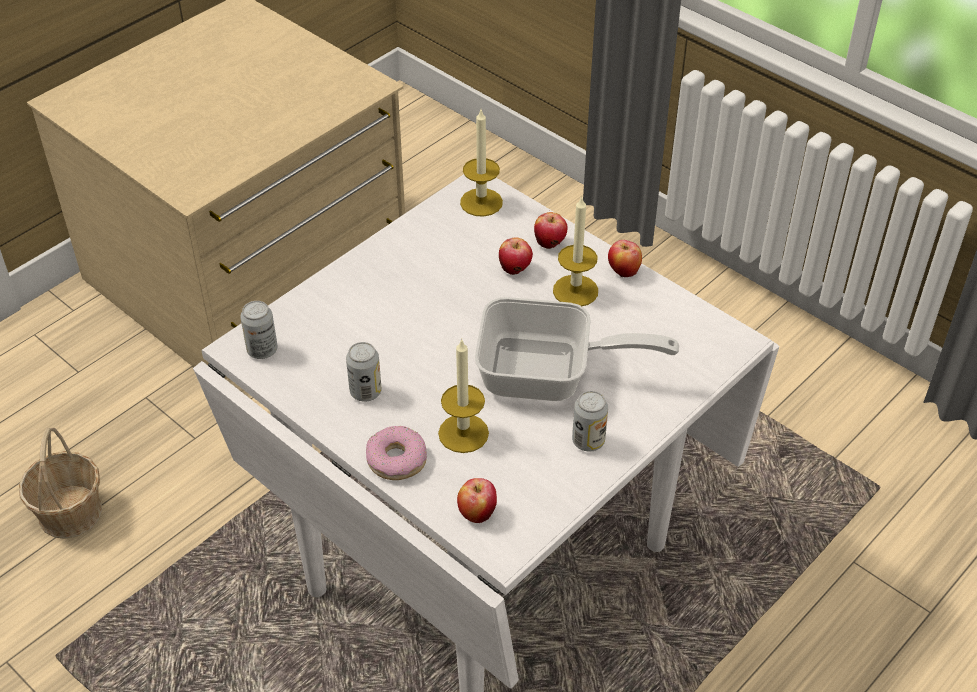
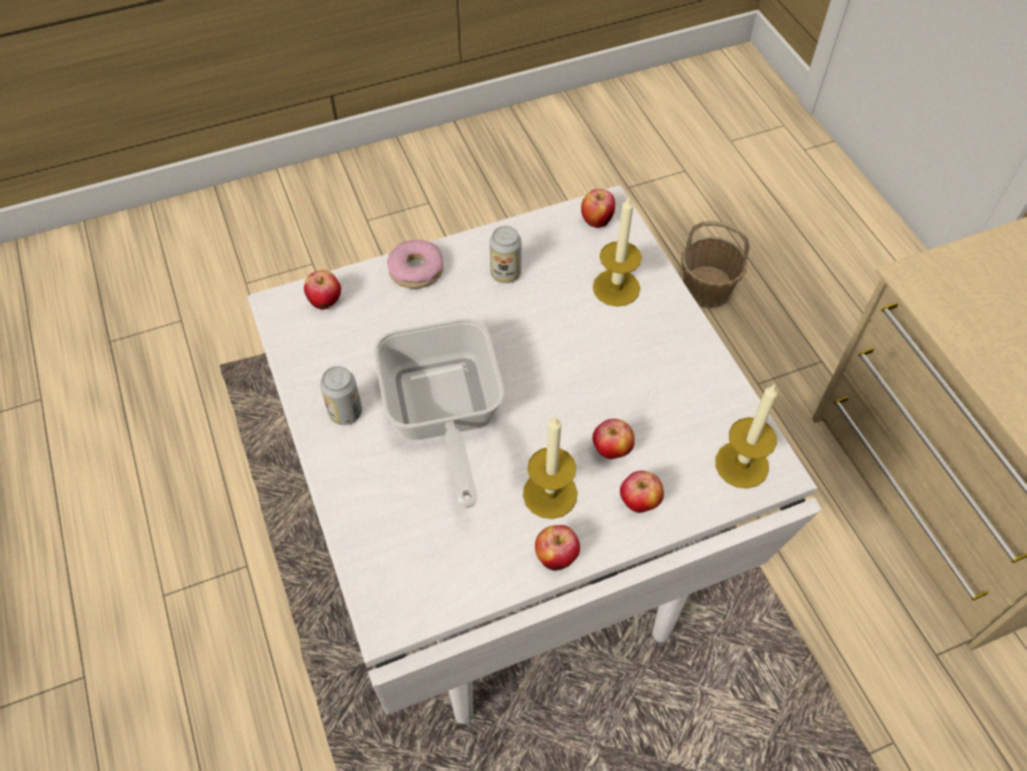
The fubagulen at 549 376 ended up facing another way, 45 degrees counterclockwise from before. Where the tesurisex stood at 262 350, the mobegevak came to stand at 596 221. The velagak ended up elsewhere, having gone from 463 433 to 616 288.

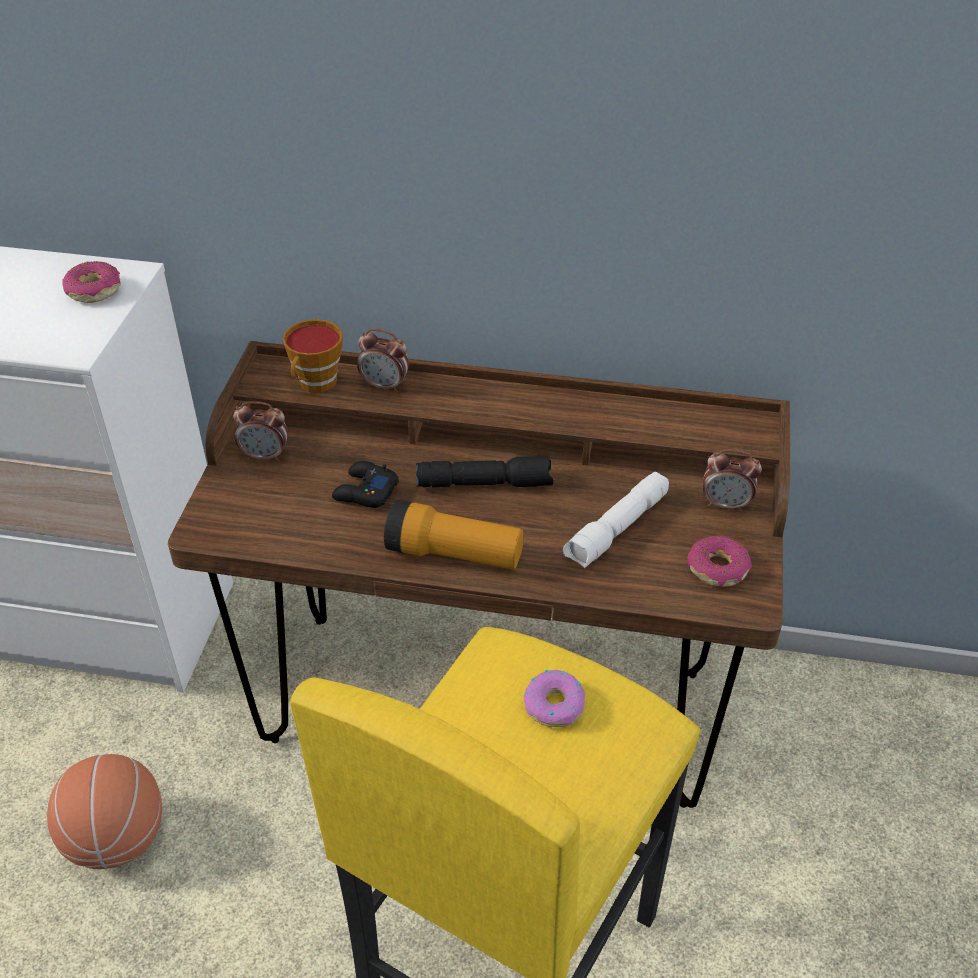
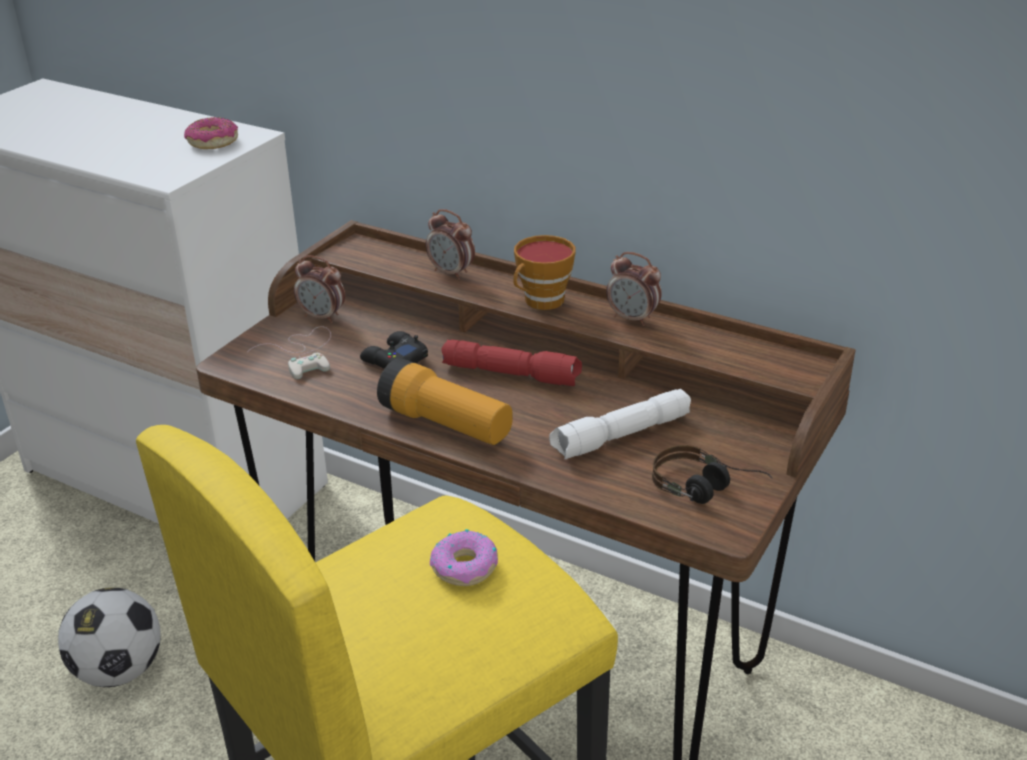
The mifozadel ended up elsewhere, having gone from 316 384 to 541 302. The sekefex ended up elsewhere, having gone from 726 504 to 632 318. What was the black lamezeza at 485 482 turned into the red lamezeza at 512 374. Where the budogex stood at 718 569, the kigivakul came to stand at 708 490. Where the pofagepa stood at 117 838, the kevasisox came to stand at 119 670. The second view gained the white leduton at 303 353.

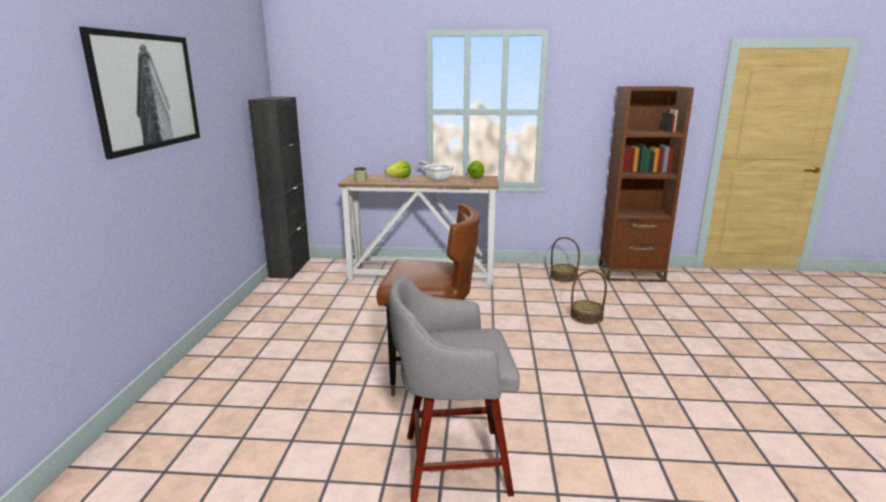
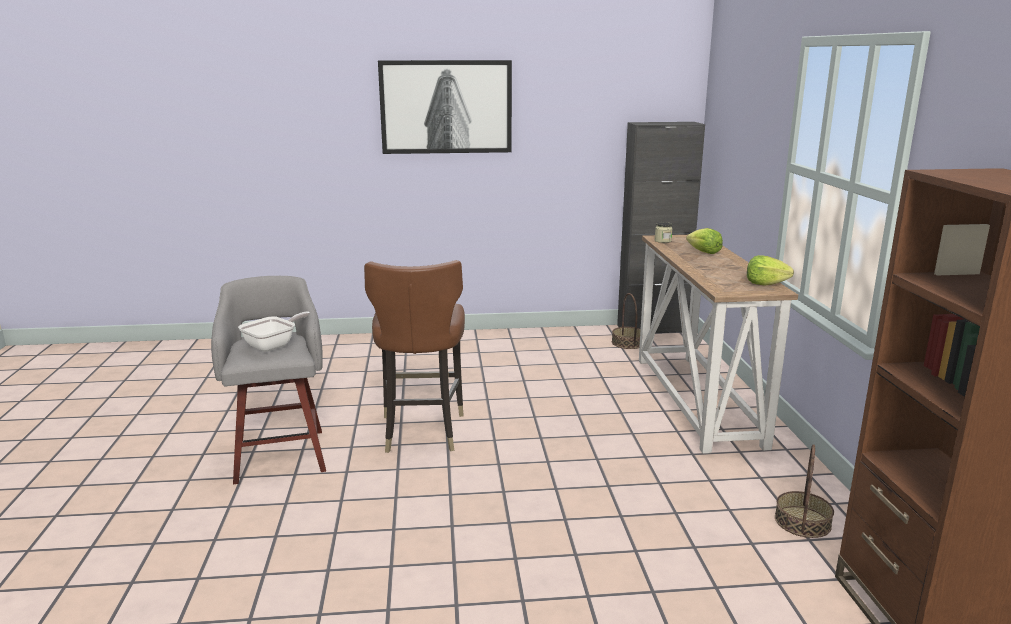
The fubagulen ended up elsewhere, having gone from 436 178 to 274 345. The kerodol ended up elsewhere, having gone from 586 317 to 628 343.

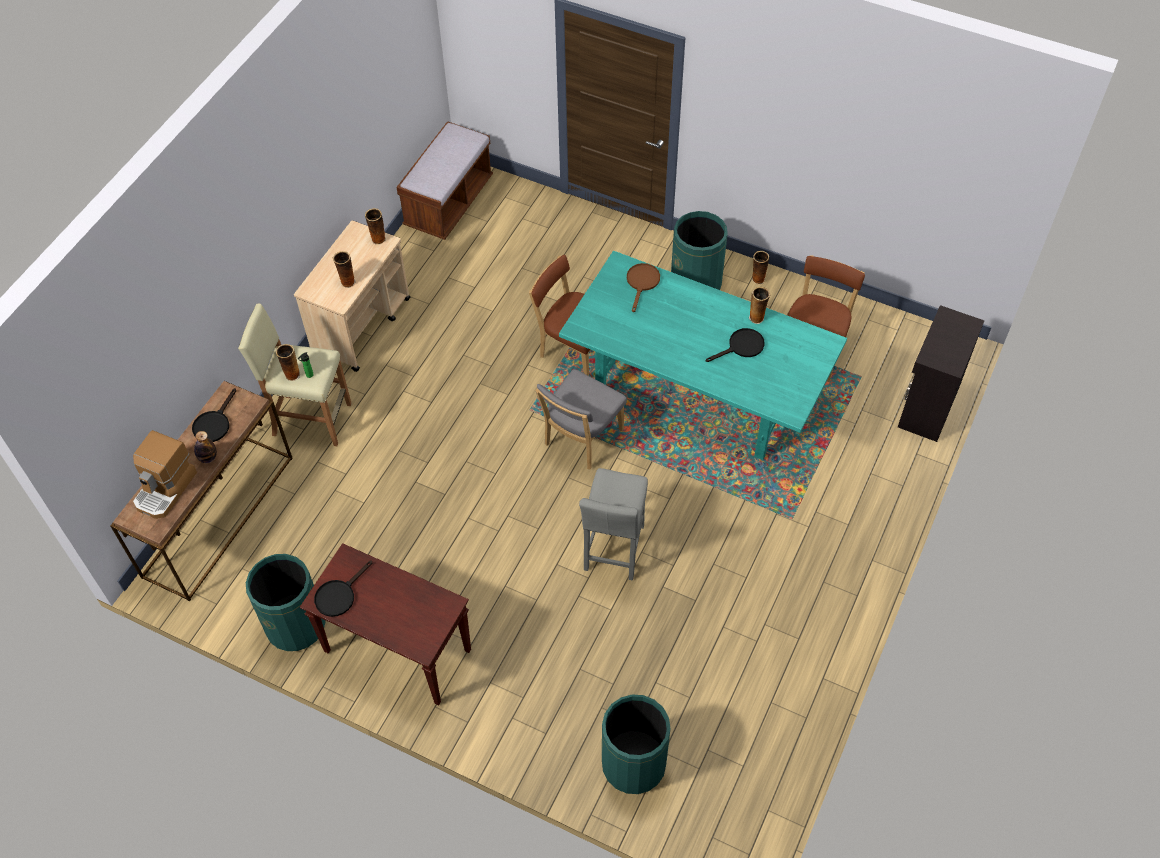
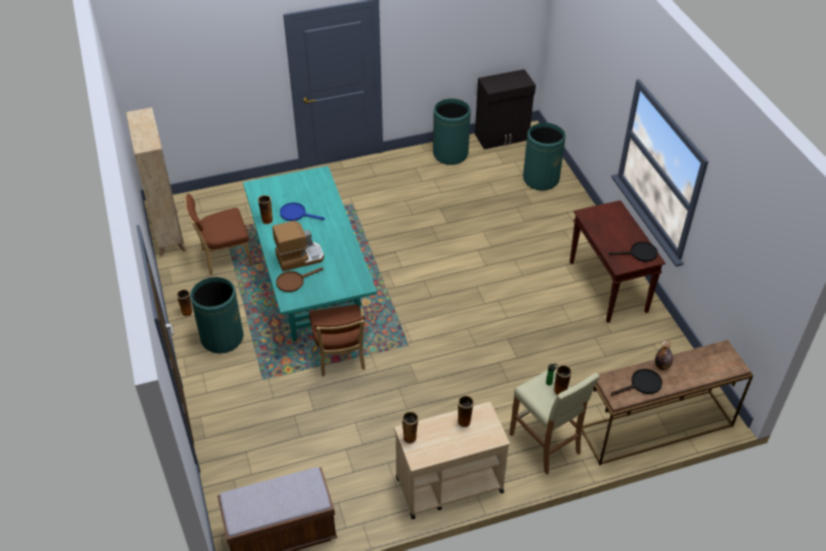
The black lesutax ended up elsewhere, having gone from 927 406 to 502 137. What was the black fubagulen at 741 347 turned into the blue fubagulen at 296 214. The second view lost the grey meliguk at 581 439. The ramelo ended up elsewhere, having gone from 166 489 to 299 257. The second view lost the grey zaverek at 613 552. The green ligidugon ended up elsewhere, having gone from 296 625 to 450 154. The second view gained the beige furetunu at 169 233.

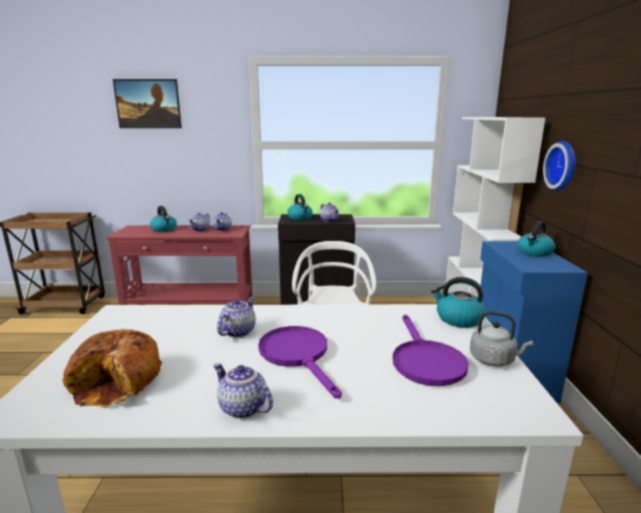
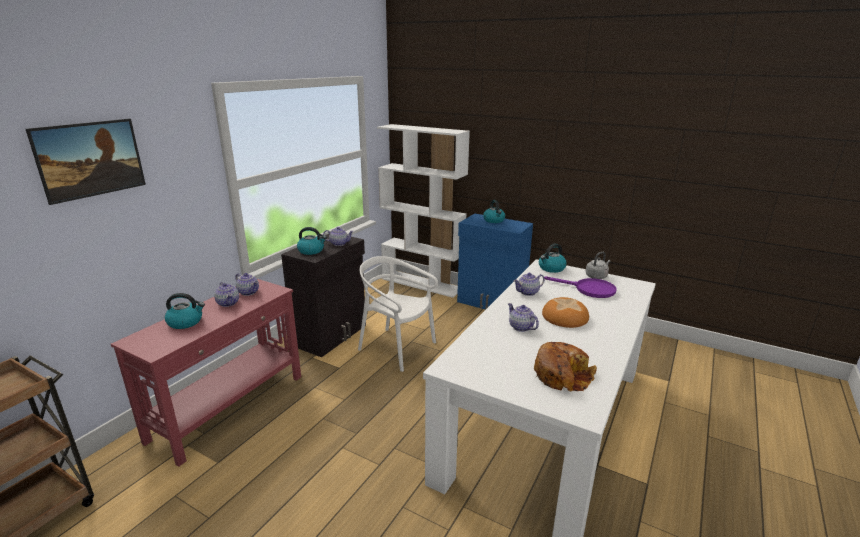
The second view lost the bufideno at 563 166. Where the purple fubagulen stood at 298 355, the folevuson came to stand at 564 316. The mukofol ended up elsewhere, having gone from 242 408 to 528 293.

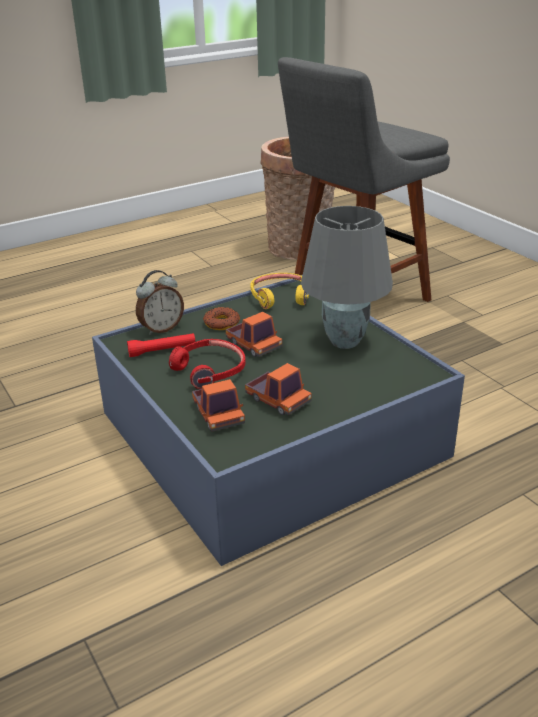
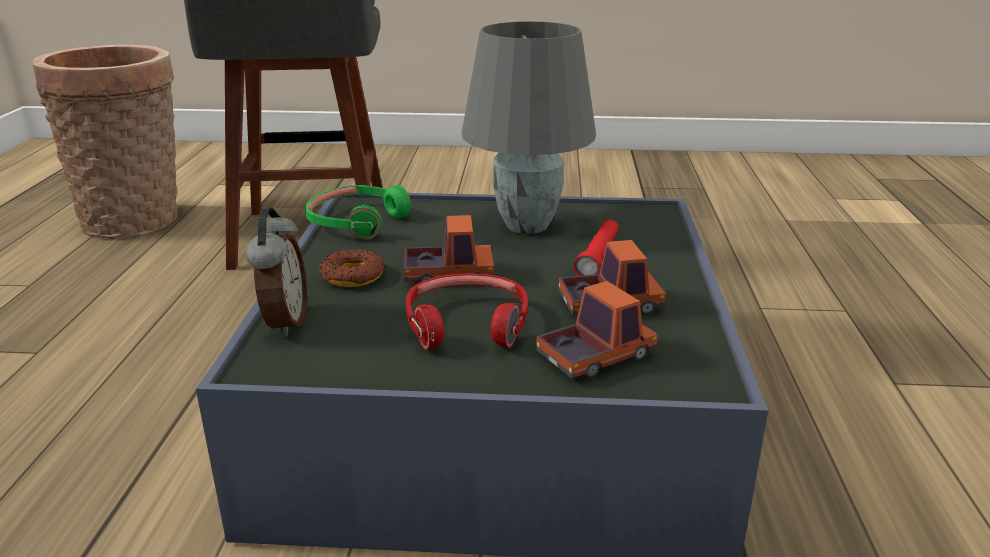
What was the yellow kigivakul at 280 297 turned into the green kigivakul at 357 222. The red lamezeza ended up elsewhere, having gone from 162 351 to 598 258. The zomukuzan at 218 414 ended up facing another way, 45 degrees counterclockwise from before.

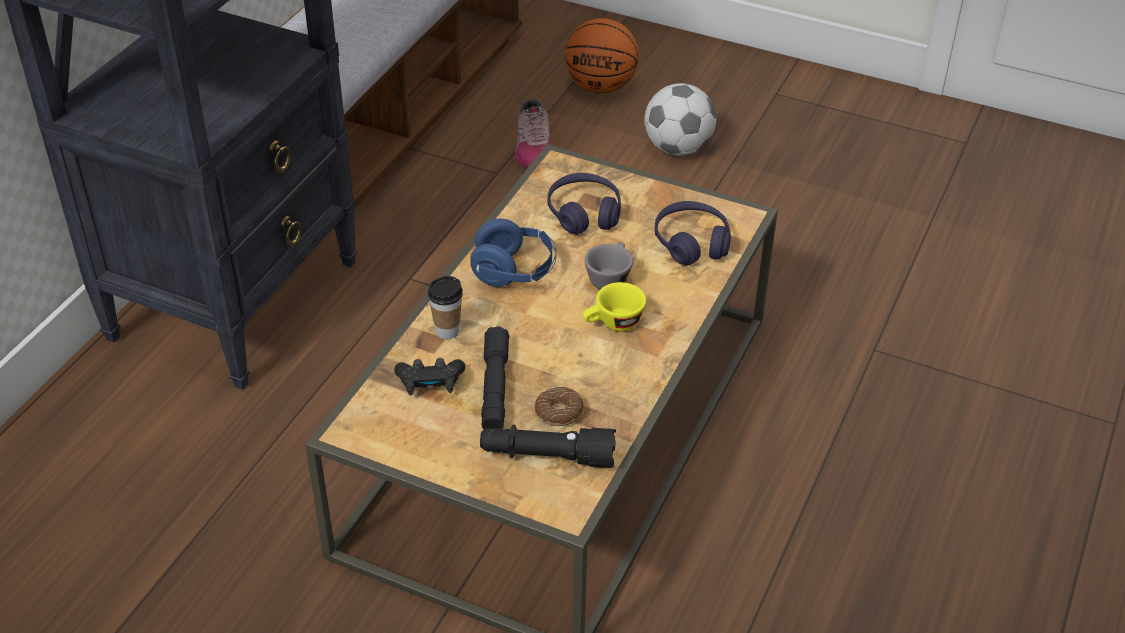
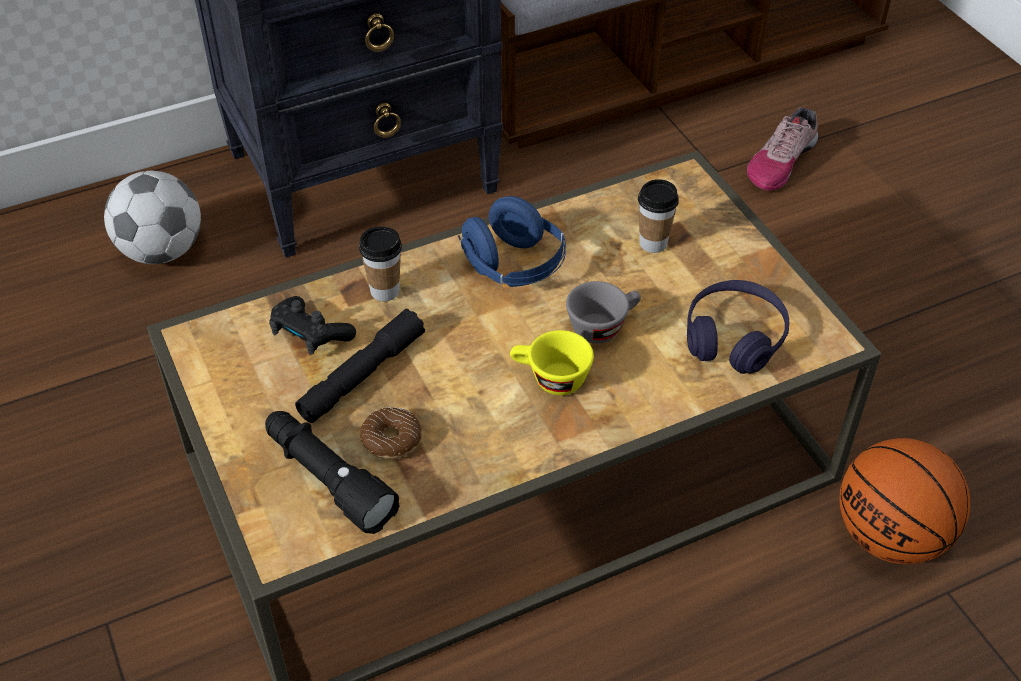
The pofagepa ended up elsewhere, having gone from 600 87 to 890 535. The kevasisox ended up elsewhere, having gone from 678 148 to 162 251. Where the purple kigivakul stood at 584 213, the mifozadel came to stand at 653 243.

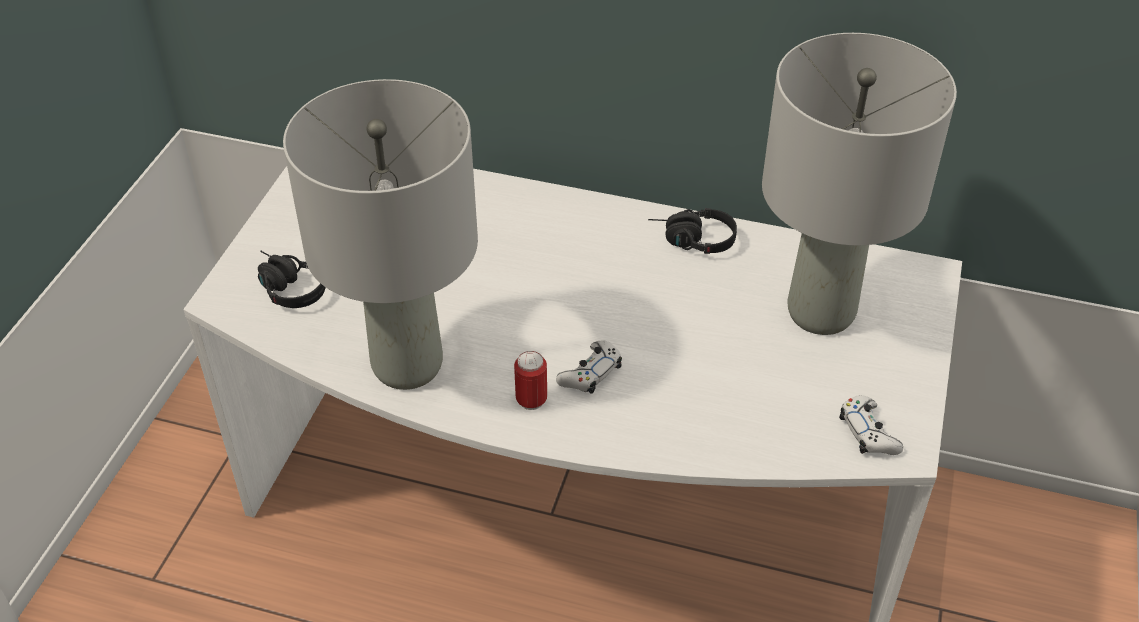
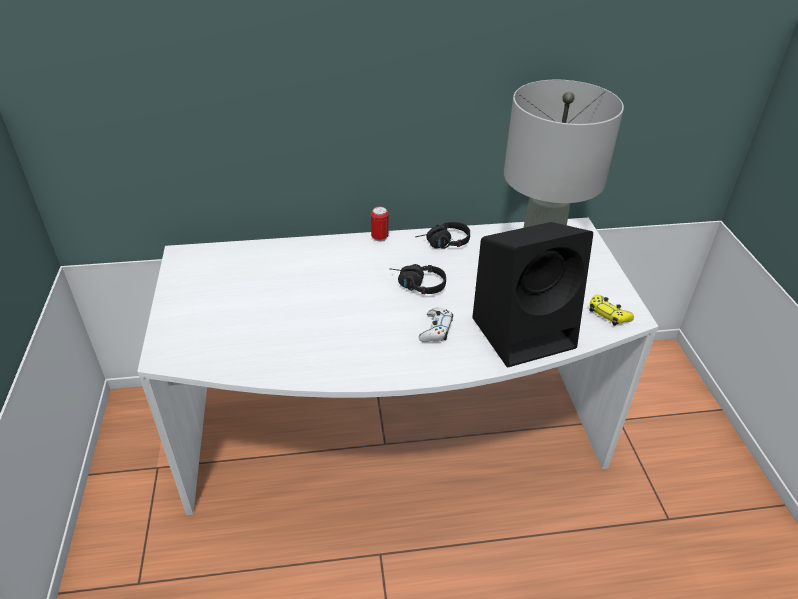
The second view lost the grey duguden at 406 366. The black kigivakul ended up elsewhere, having gone from 286 288 to 416 285. The tesurisex ended up elsewhere, having gone from 531 400 to 379 237. What was the white leduton at 868 433 turned into the yellow leduton at 608 314. The second view gained the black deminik at 525 331.

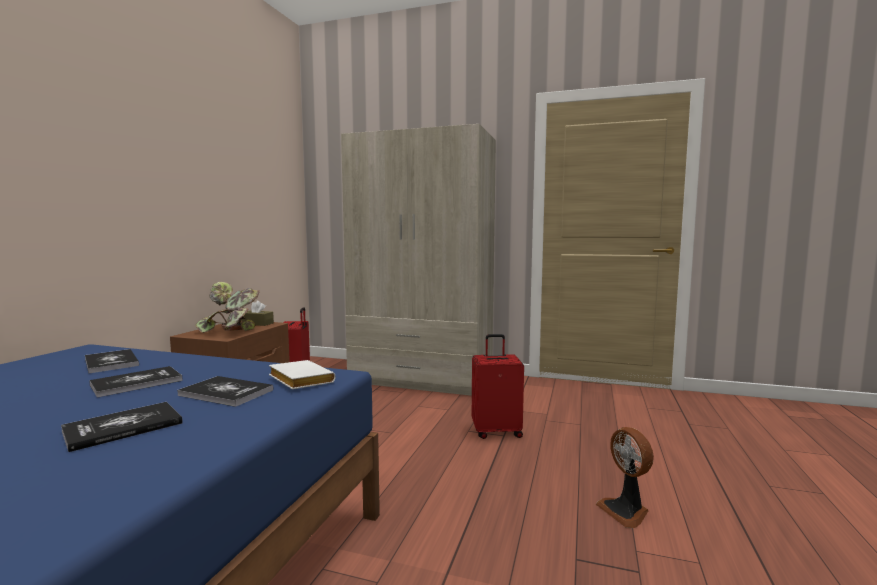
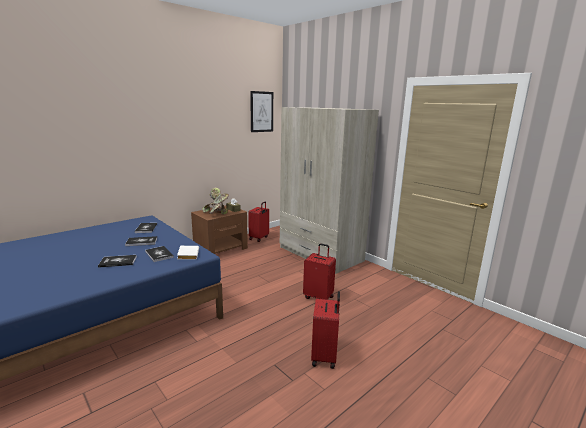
Where the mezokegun stood at 625 511, the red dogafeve came to stand at 325 356. The second view gained the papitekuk at 261 112.

